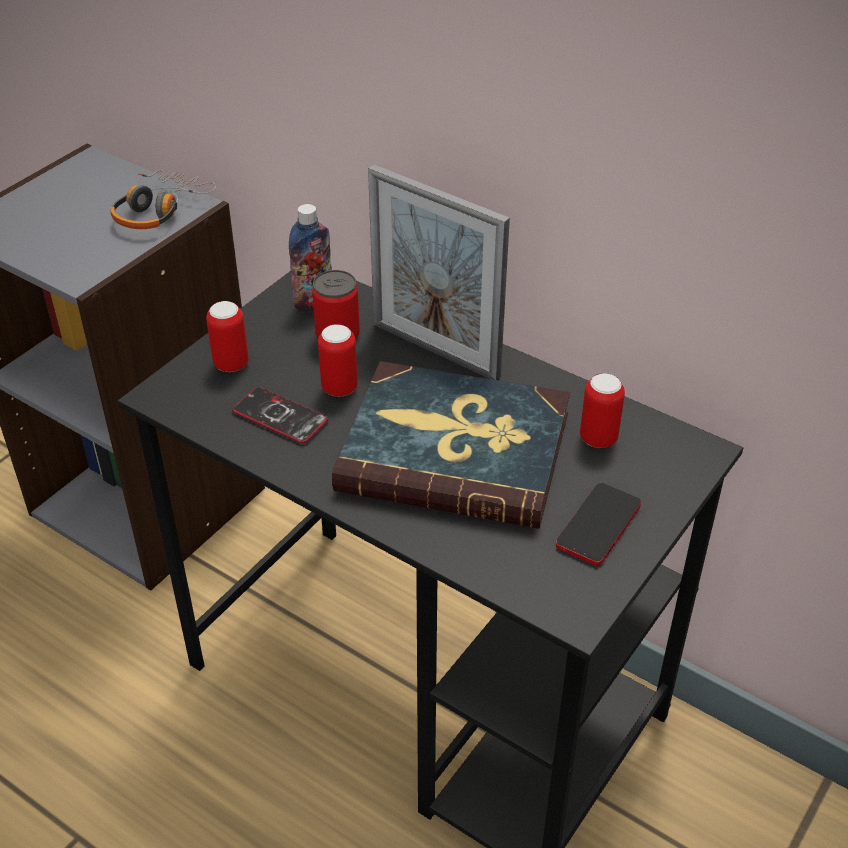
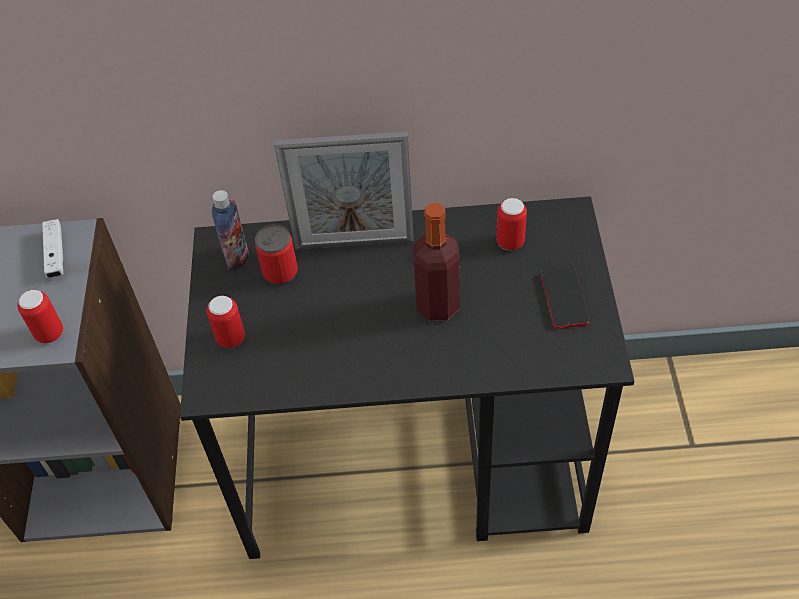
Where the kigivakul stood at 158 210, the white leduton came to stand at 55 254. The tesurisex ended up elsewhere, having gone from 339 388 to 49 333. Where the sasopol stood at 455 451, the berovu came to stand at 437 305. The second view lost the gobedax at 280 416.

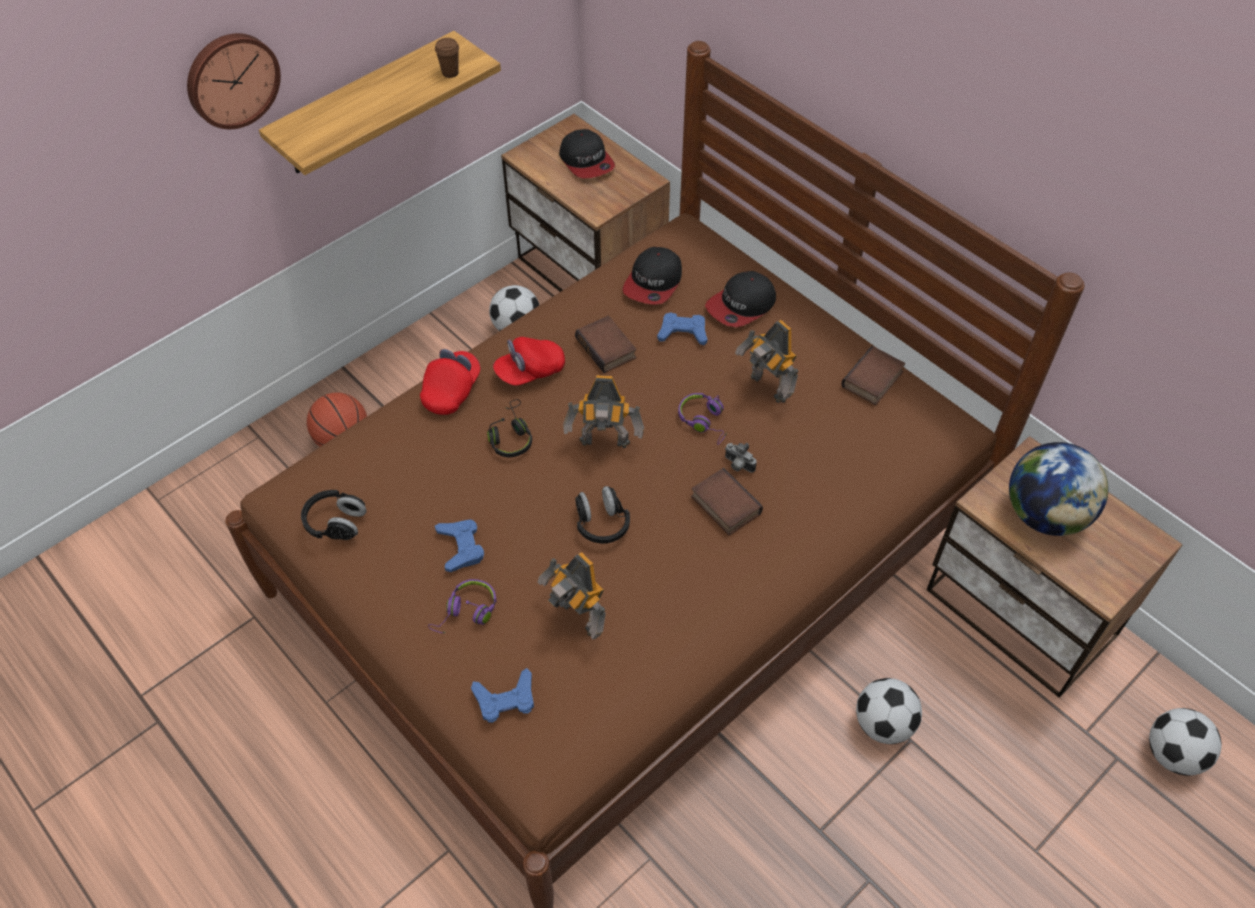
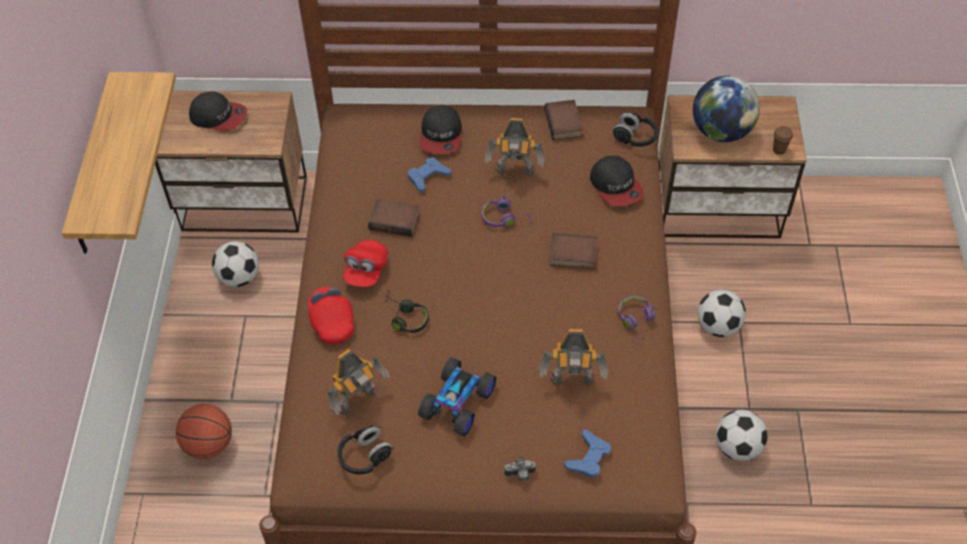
The second view lost the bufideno at 231 79. The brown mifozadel ended up elsewhere, having gone from 450 73 to 779 150. The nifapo ended up elsewhere, having gone from 653 282 to 616 186. The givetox ended up elsewhere, having gone from 605 444 to 359 401. The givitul ended up elsewhere, having gone from 737 465 to 520 475. The black kigivakul ended up elsewhere, having gone from 601 524 to 634 137. Where the blue leduton stood at 461 547, the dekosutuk came to stand at 459 403. The purple kigivakul ended up elsewhere, having gone from 466 612 to 636 321. The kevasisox ended up elsewhere, having gone from 1173 754 to 737 447.

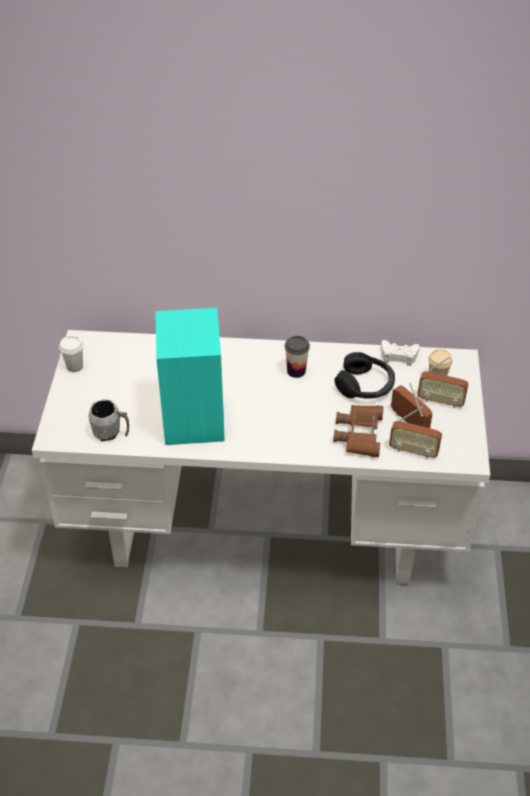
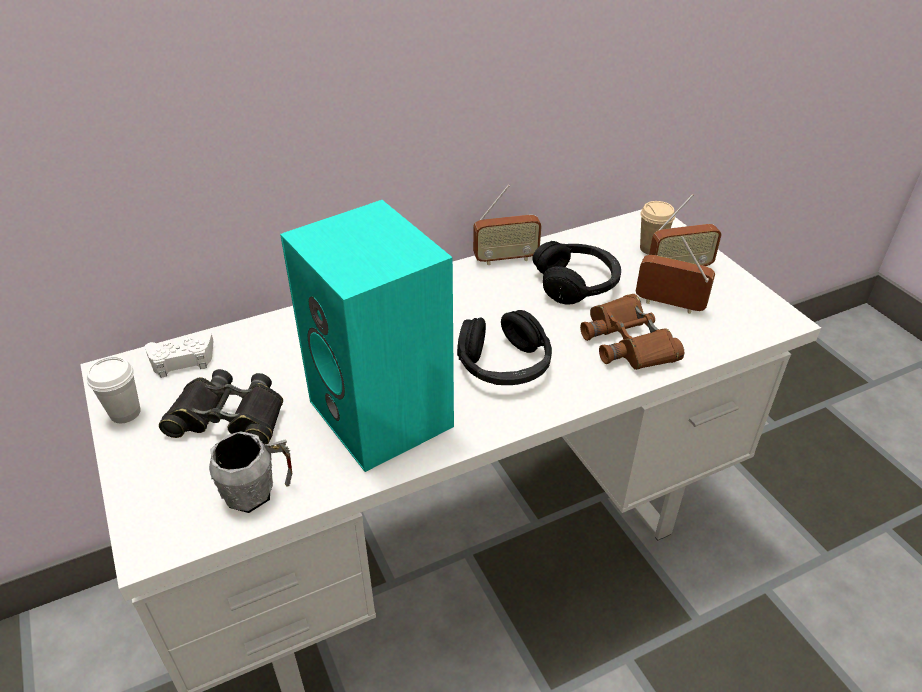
The second view lost the mifozadel at 296 371. The white leduton ended up elsewhere, having gone from 398 356 to 182 359. The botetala ended up elsewhere, having gone from 413 451 to 505 259. The second view gained the black kigivakul at 504 365. The second view gained the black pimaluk at 229 417.

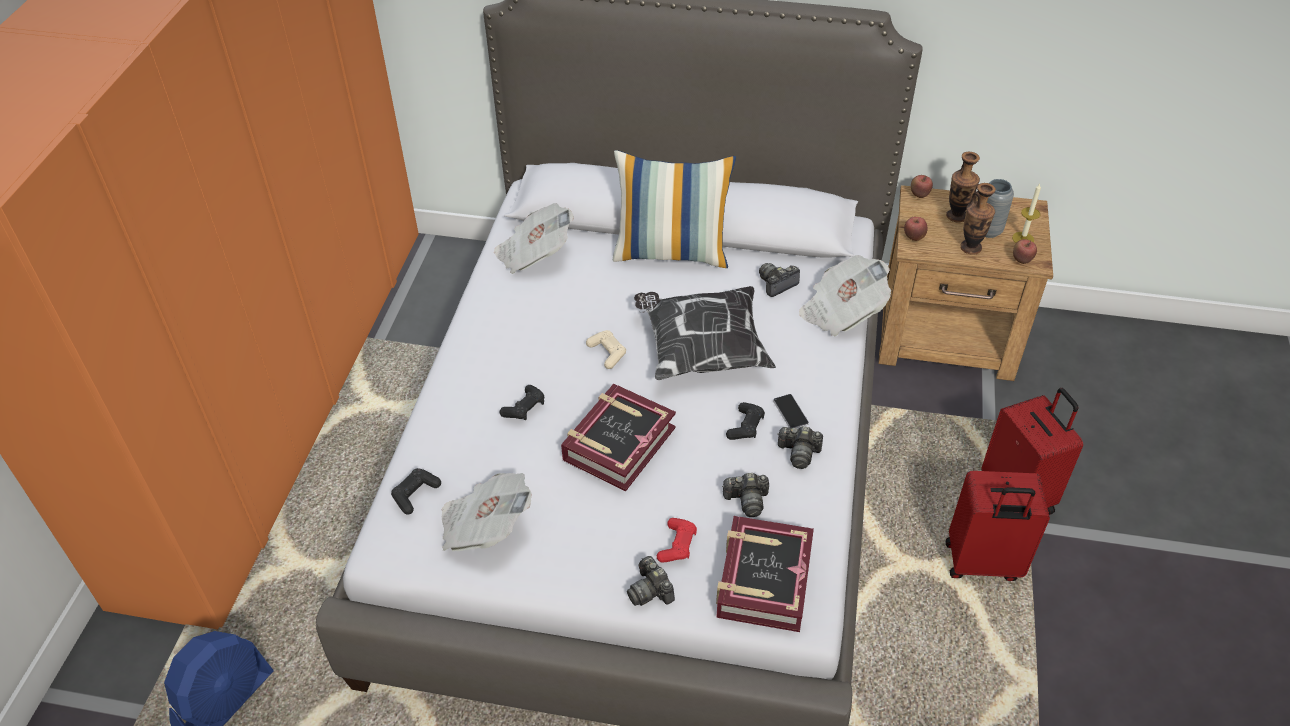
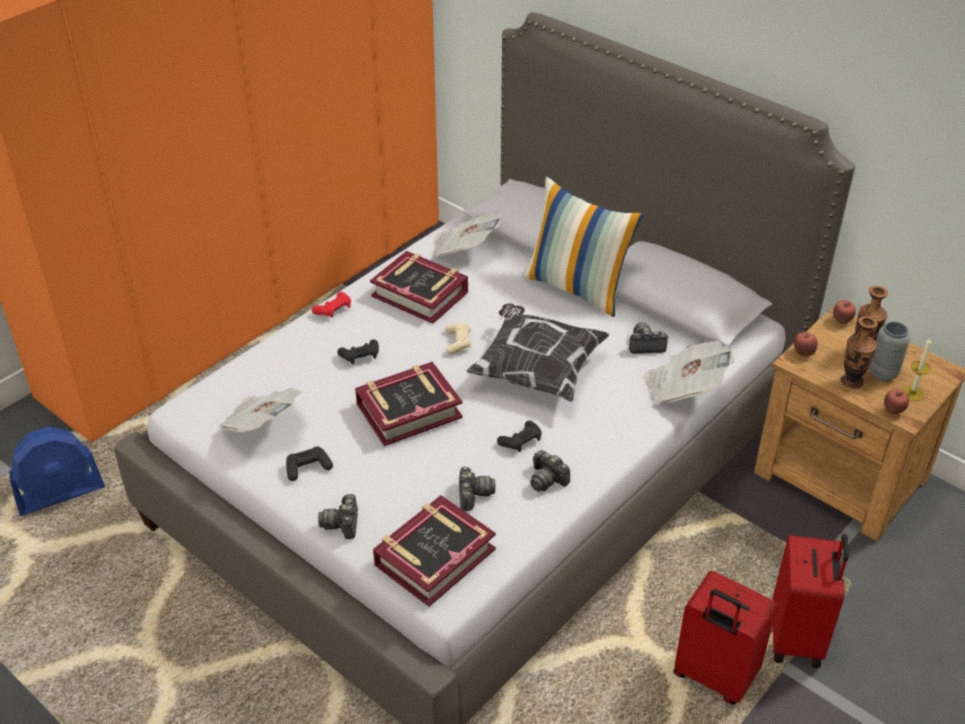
The second view lost the gobedax at 790 412. The black leduton ended up elsewhere, having gone from 415 494 to 308 468. The givitul at 747 500 ended up facing another way, 120 degrees counterclockwise from before. The red leduton ended up elsewhere, having gone from 677 545 to 333 309. The second view gained the sasopol at 420 294.

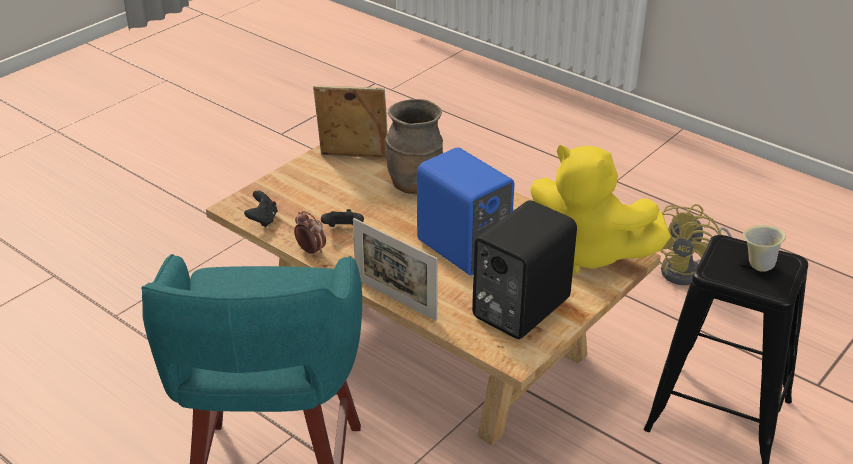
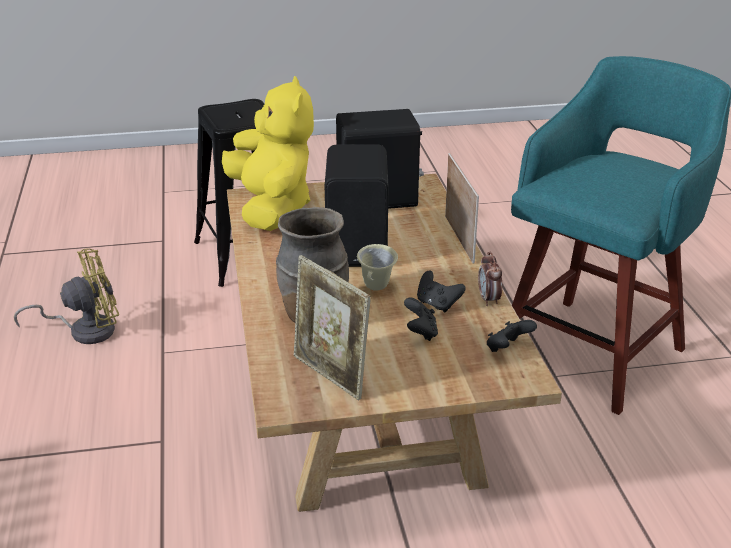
What was the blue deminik at 462 251 turned into the black deminik at 359 247. The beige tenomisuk ended up elsewhere, having gone from 757 266 to 377 288. The second view gained the black leduton at 420 333.

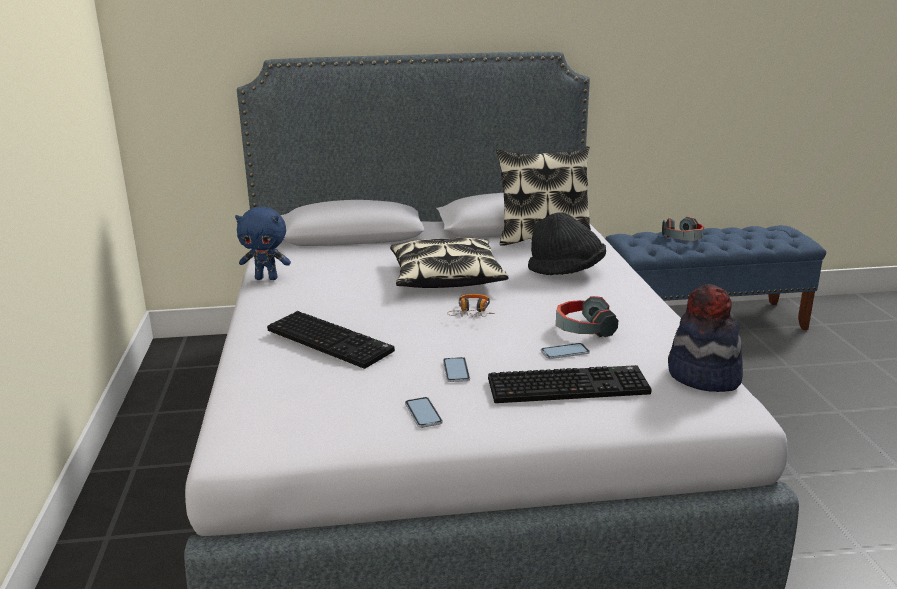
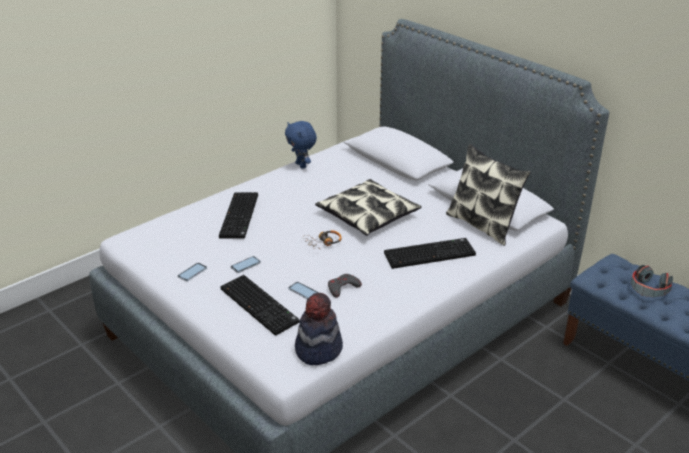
Where the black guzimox stood at 566 271, the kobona came to stand at 430 253. Where the kigivakul stood at 583 328, the grey leduton came to stand at 342 287.

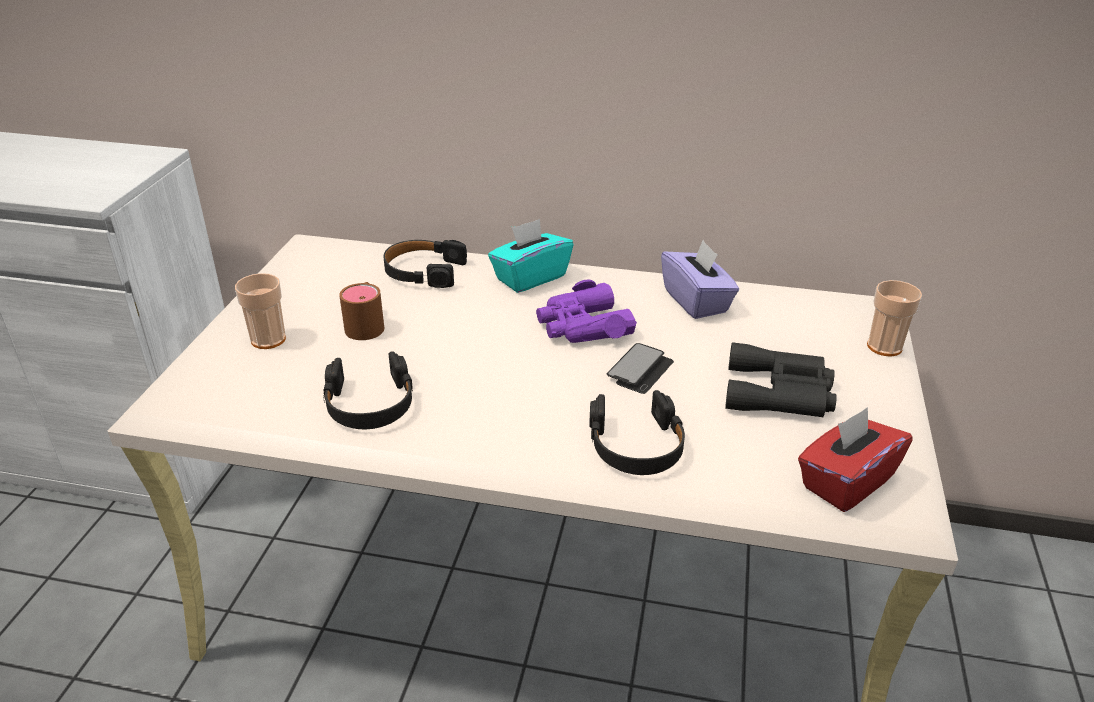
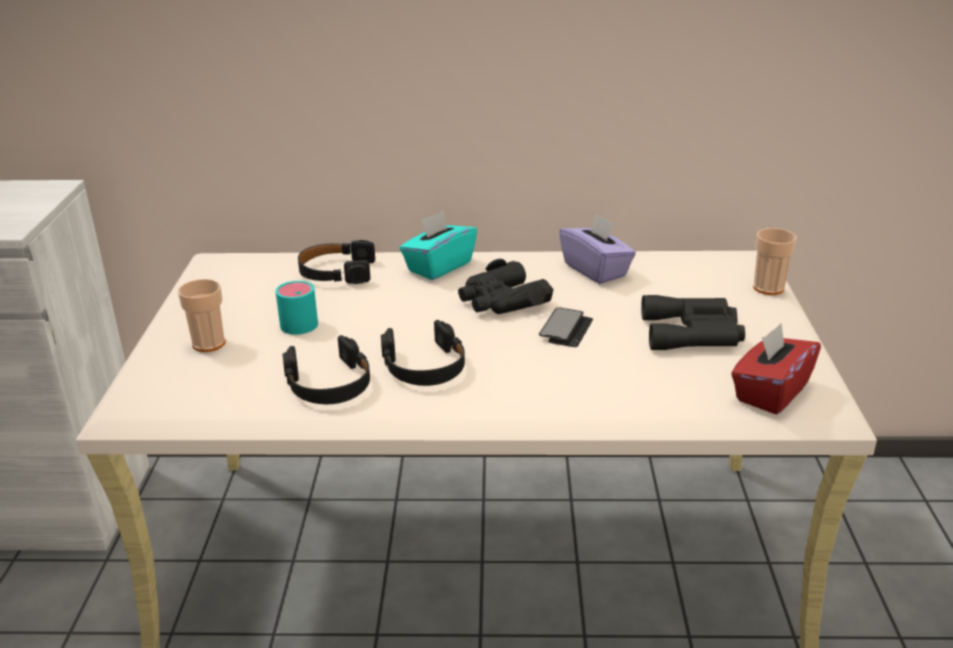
What was the purple pimaluk at 583 326 turned into the black pimaluk at 502 300. What was the brown tenomisuk at 366 324 turned into the turquoise tenomisuk at 299 320. The black kigivakul ended up elsewhere, having gone from 636 445 to 424 366.

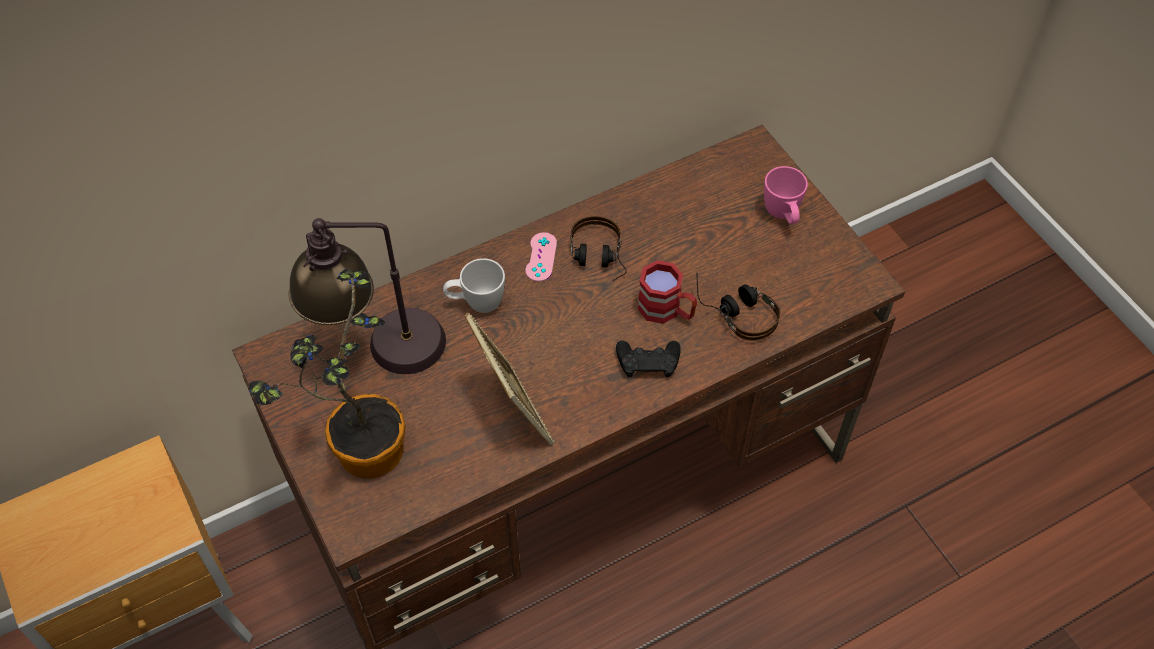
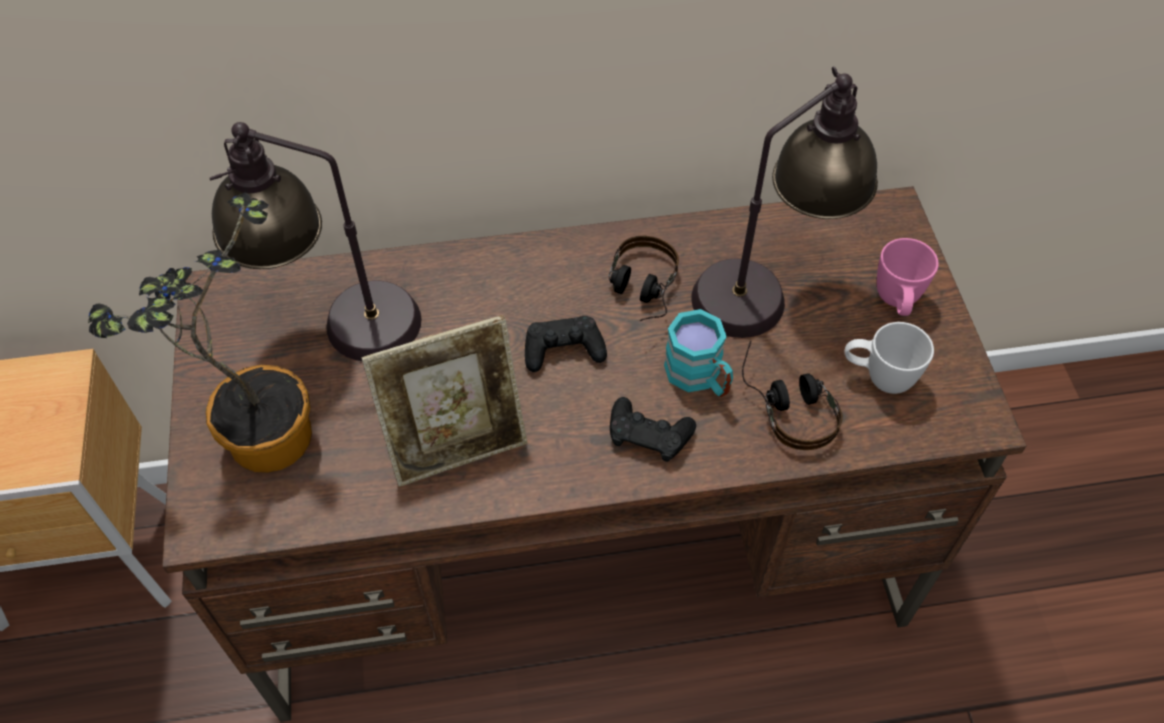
The second view lost the pink leduton at 541 257. The white tenomisuk ended up elsewhere, having gone from 476 303 to 878 377. What was the red tenomisuk at 666 310 turned into the turquoise tenomisuk at 699 377. The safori at 512 411 ended up facing another way, 75 degrees clockwise from before. The second view gained the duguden at 769 287. The second view gained the black leduton at 563 349.

